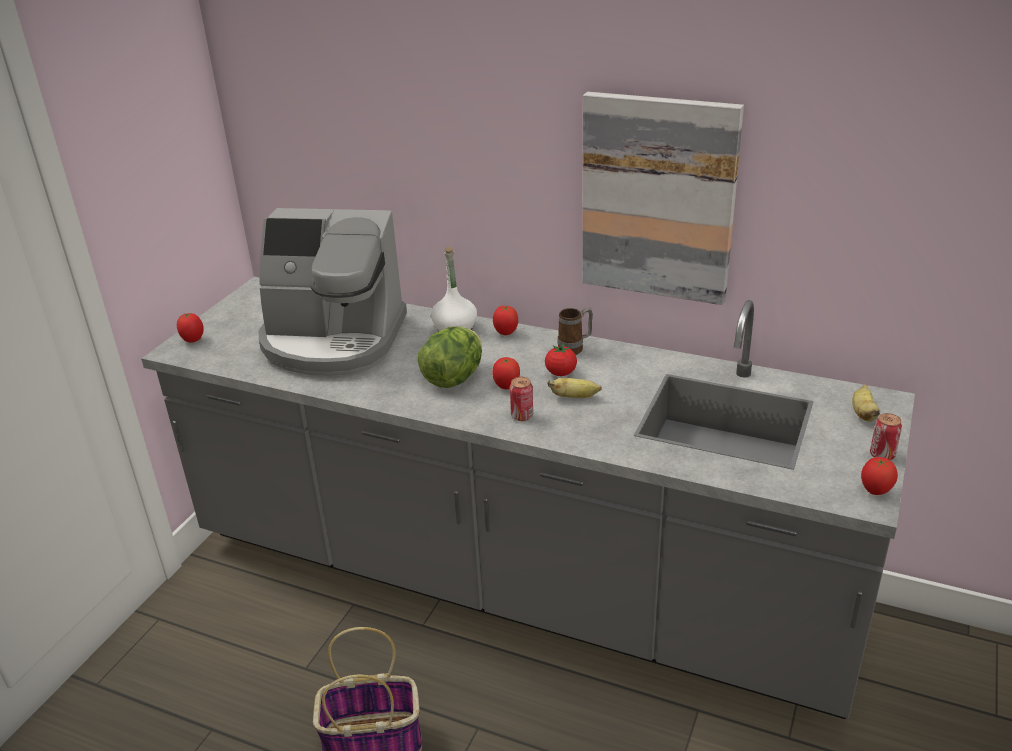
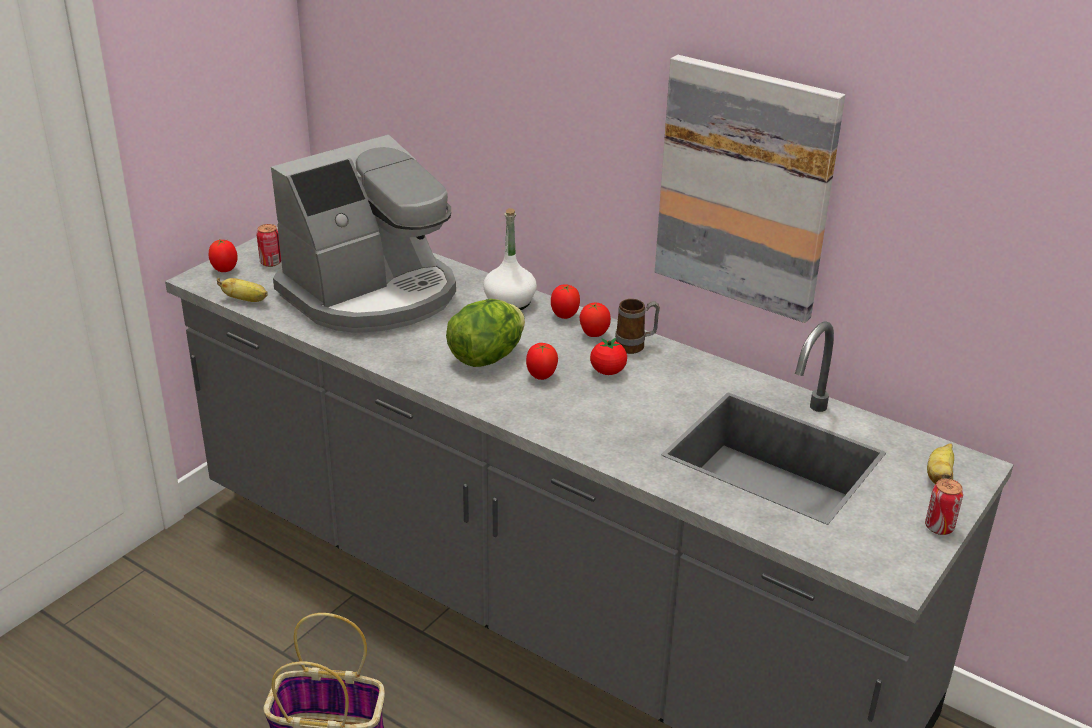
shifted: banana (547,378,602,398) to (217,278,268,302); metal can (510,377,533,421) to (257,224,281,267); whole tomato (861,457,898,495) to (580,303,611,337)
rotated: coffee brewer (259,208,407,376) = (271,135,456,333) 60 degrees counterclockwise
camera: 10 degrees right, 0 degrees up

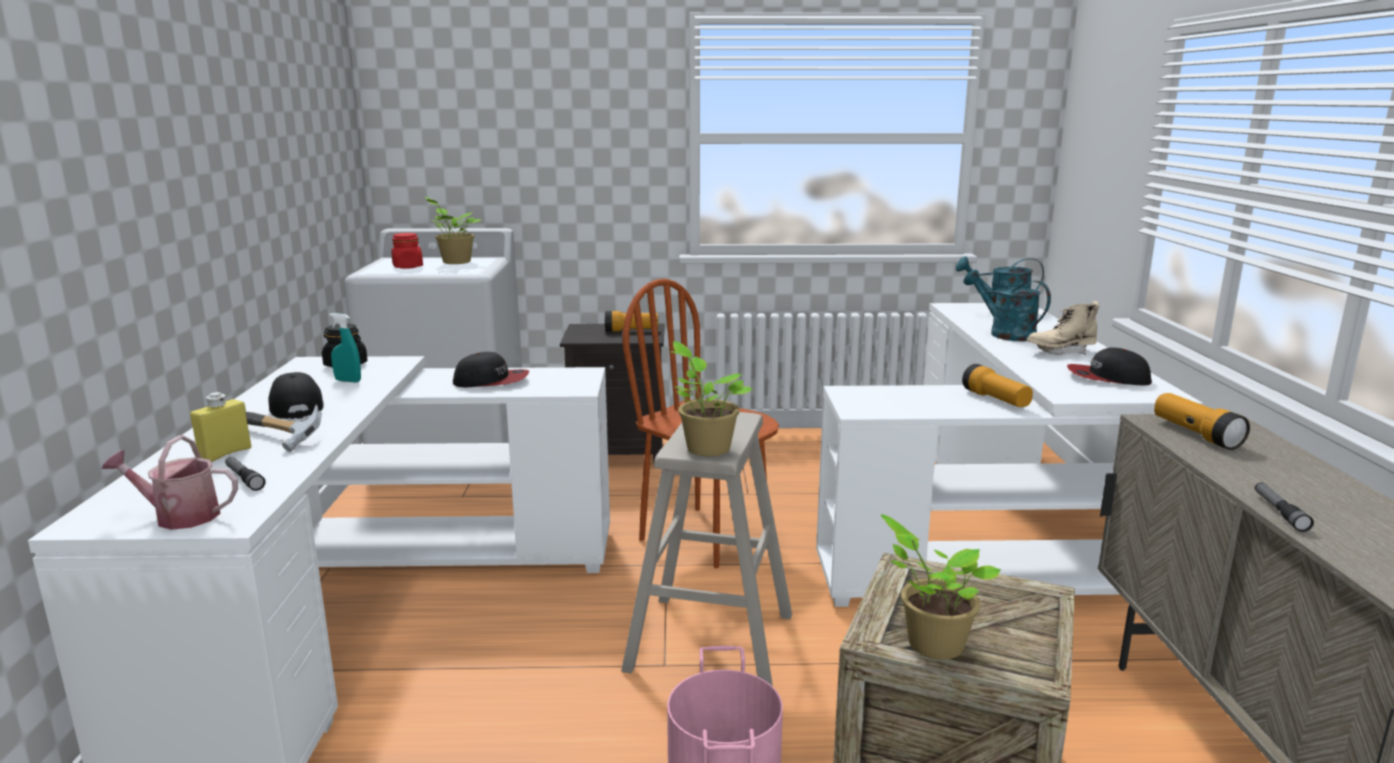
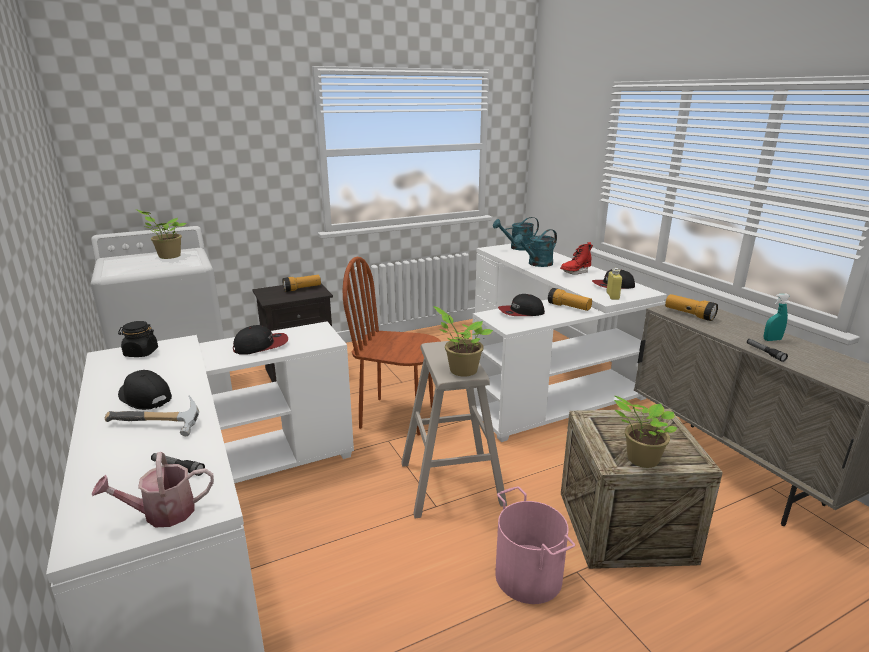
gone: red-coloured storage jar (391,233,423,269)
new: baseball cap (498,294,545,316)
shifted: yellow beverage bottle (190,392,251,462) to (606,268,622,300); turquoise sprayer (329,313,361,382) to (764,294,790,341)
repainted: beige boot (1027,301,1100,355) to red-coloured boot (560,242,593,275)
rotated: turquoise sprinkling can (963,270,1051,341) = (513,229,557,267) 60 degrees counterclockwise
camera: 25 degrees left, 5 degrees up

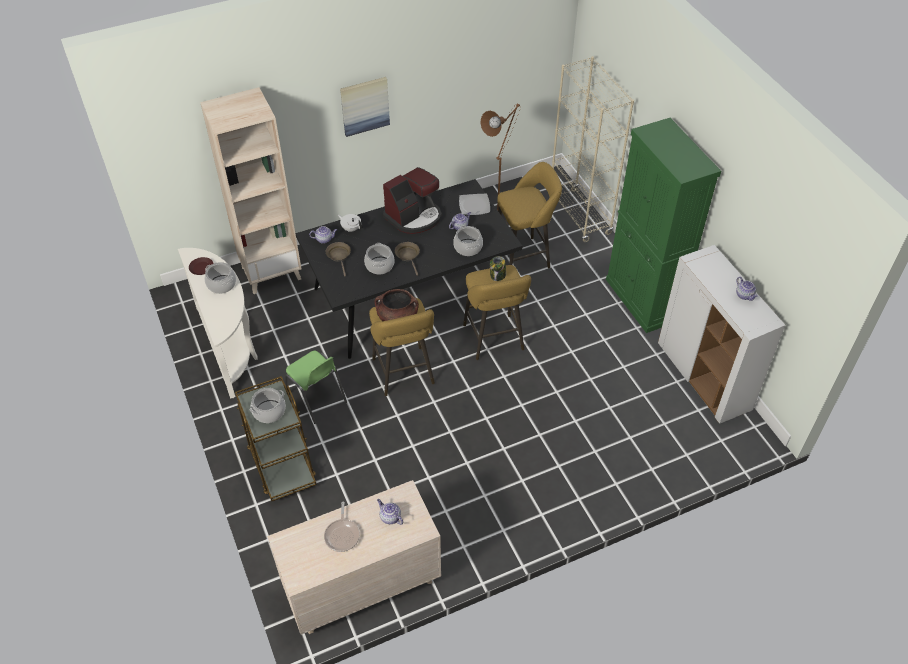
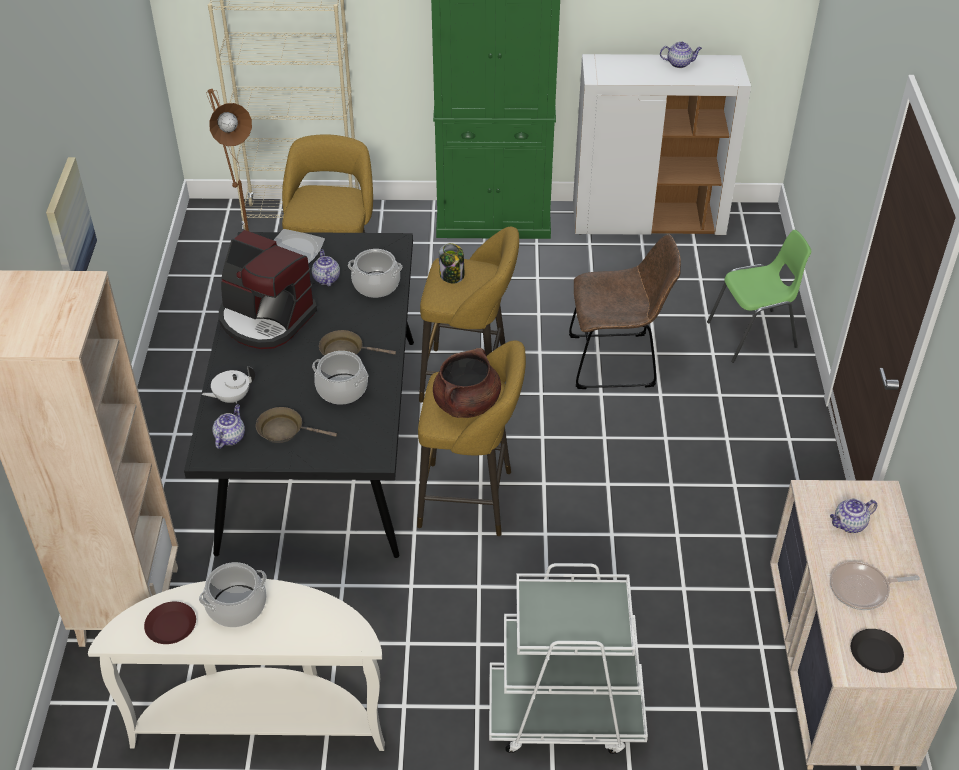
gone: stockpot (250,388,286,423)
new: brown-coloured chair (569,234,681,389); blackish plate (851,629,904,673)
shifted: greenish chair (285,351,347,424) to (707,230,811,363)
repainted: brown-coloured cart (235,376,317,501) to whitish cart (489,563,648,754)
rotated: coffee brewer (383,167,442,234) = (219,230,317,349) 135 degrees clockwise; skillet (324,502,360,552) = (830,561,920,610) 150 degrees clockwise
camera: 65 degrees left, 5 degrees down

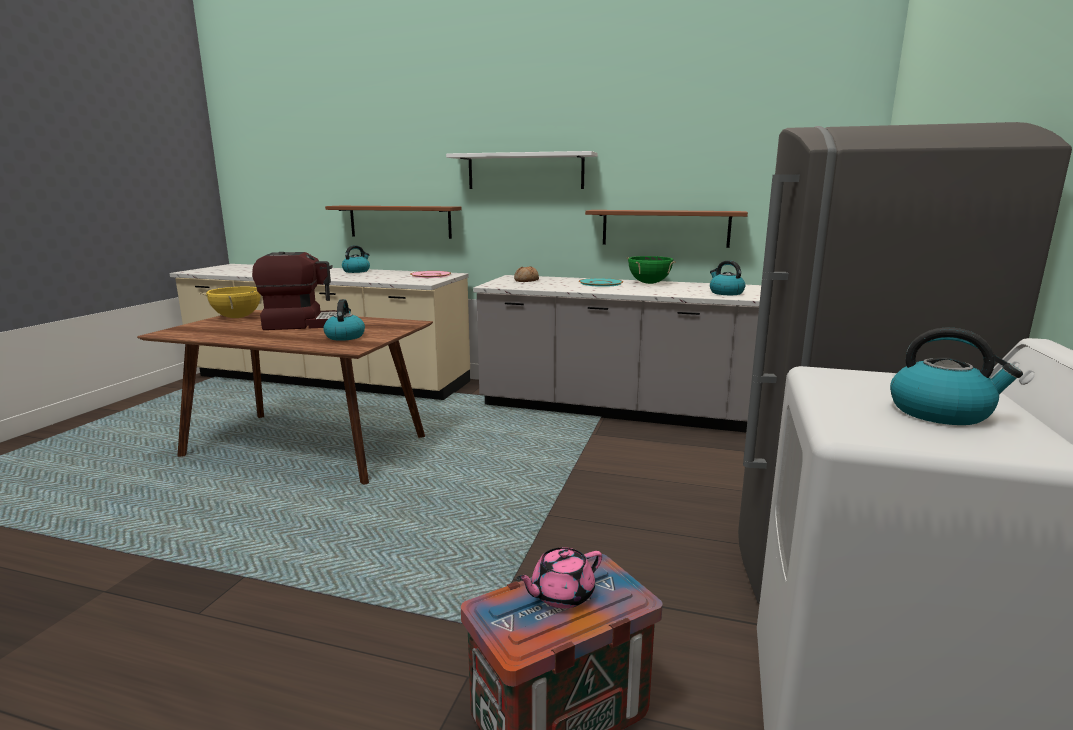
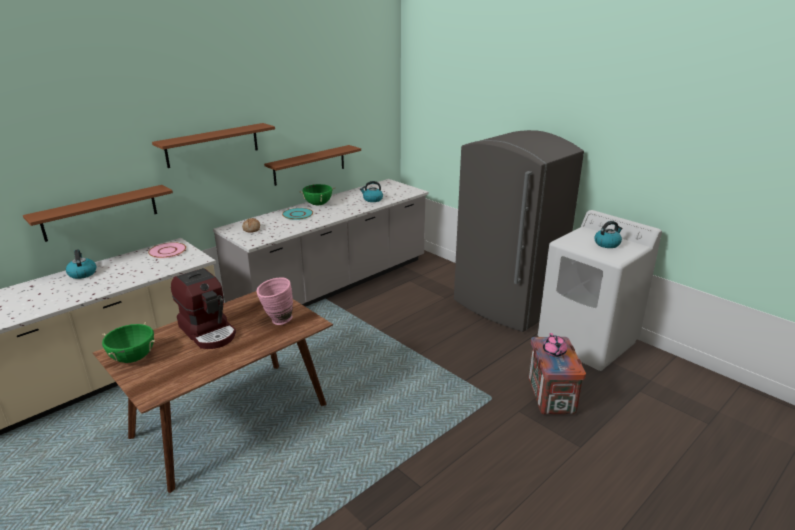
swapped: tea kettle (323,299,365,341) to pinkish flower vase (256,278,293,325)
repainted: yellow stockpot (200,287,262,318) to greenish stockpot (102,322,155,363); whitish wall shelf (446,151,598,189) to brown-coloured wall shelf (152,123,275,168)
rotated: coffee brewer (252,252,337,330) = (171,268,236,349) 120 degrees clockwise
camera: 60 degrees left, 10 degrees up

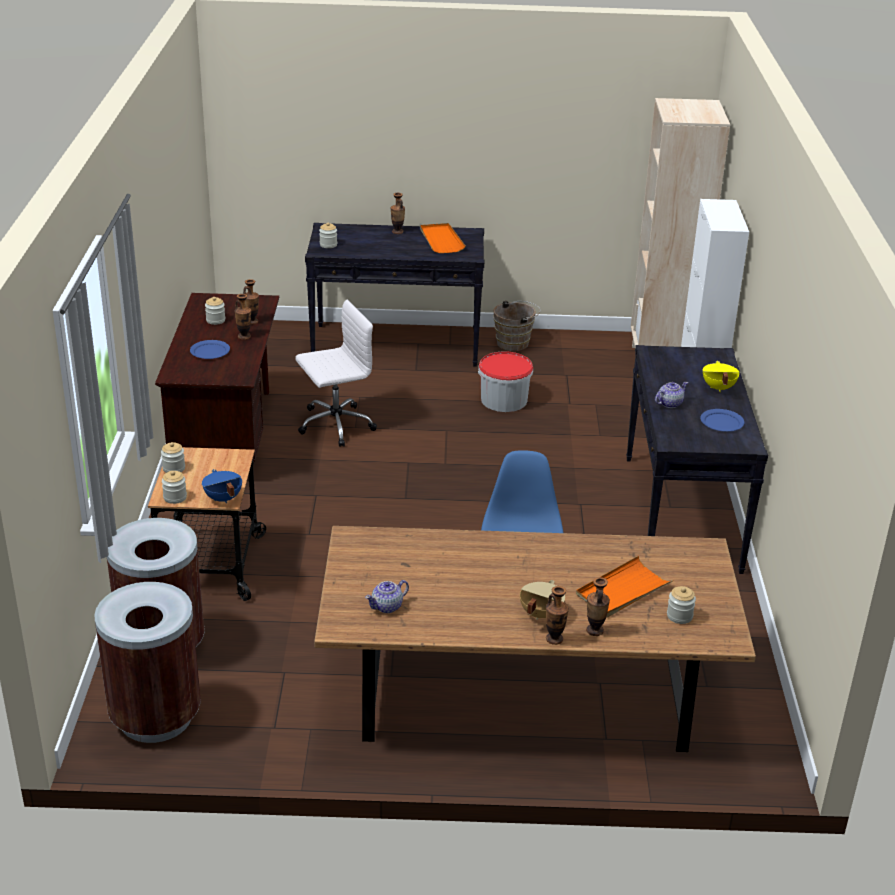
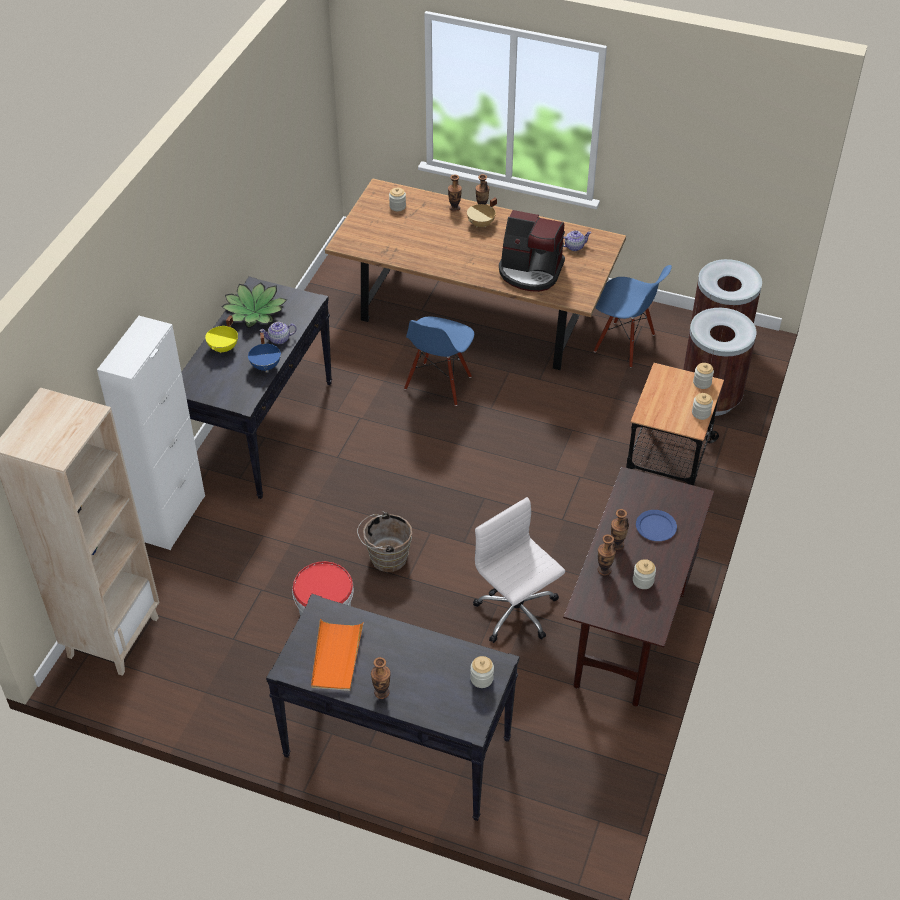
gone: orange tray (576,556,673,617)
new: coffee brewer (499,210,565,292); blue chair (594,265,672,368)
shifted: blue stockpot (202,469,242,503) to (248,333,281,372); brown-coloured bucket (493,301,540,351) to (357,511,412,572)
swapped: blue plate (700,409,744,431) to houseplant (222,282,287,328)
rotated: whitish computer chair (295,300,377,447) = (473,497,565,643) 60 degrees clockwise
camera: 160 degrees left, 15 degrees up

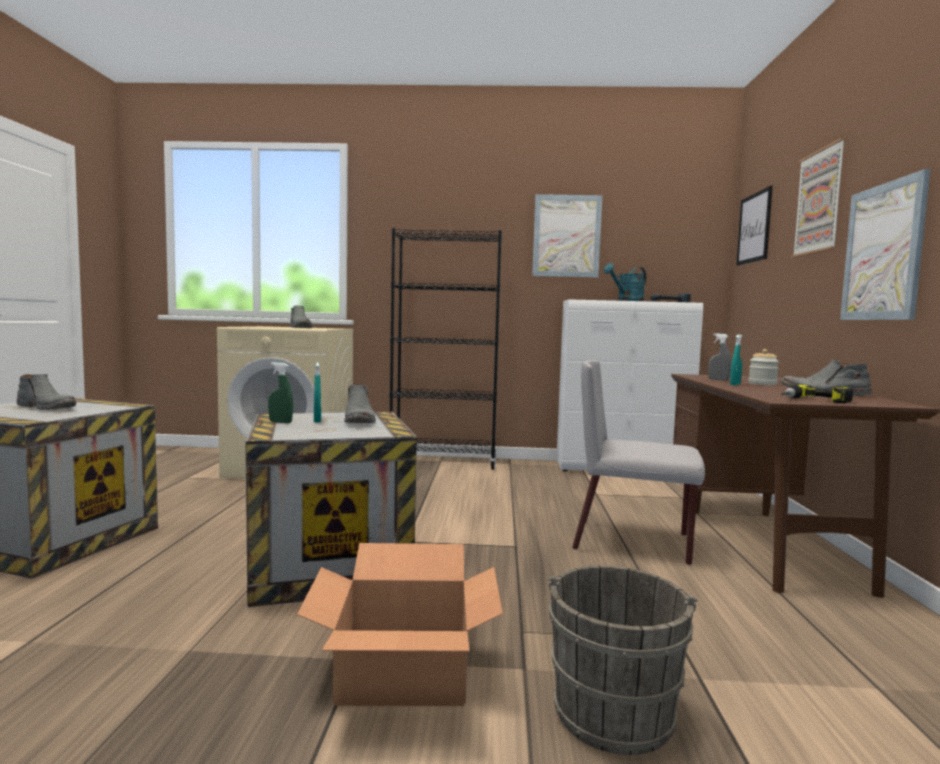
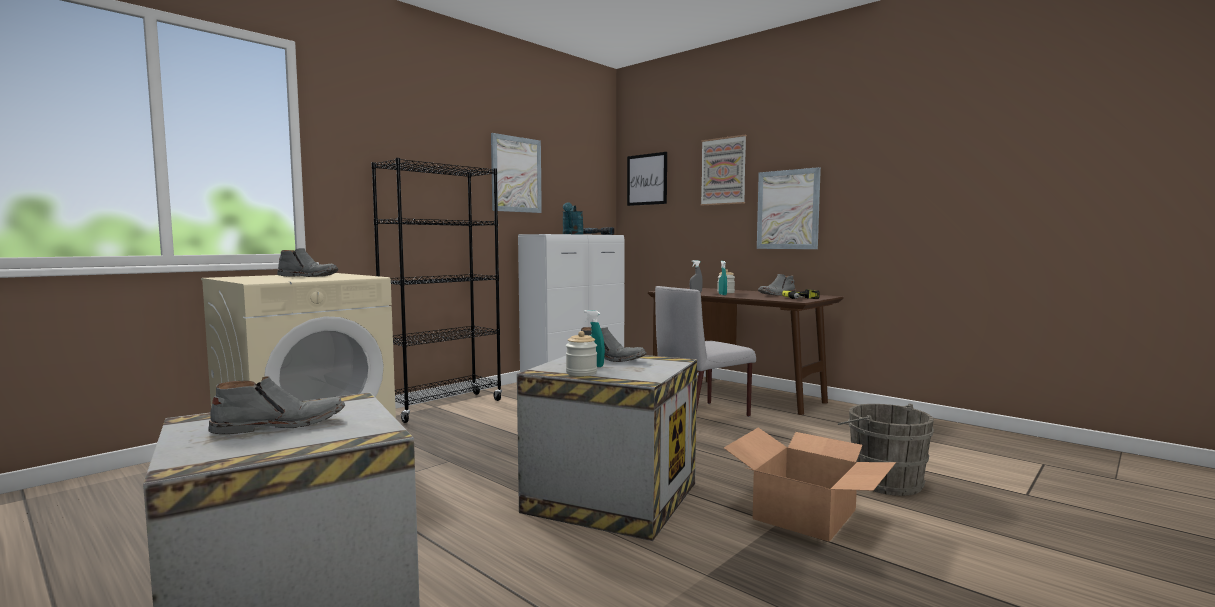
swapped: greenish sprayer (268,362,293,423) to storage jar (566,331,597,376)
camera: 50 degrees left, 0 degrees up

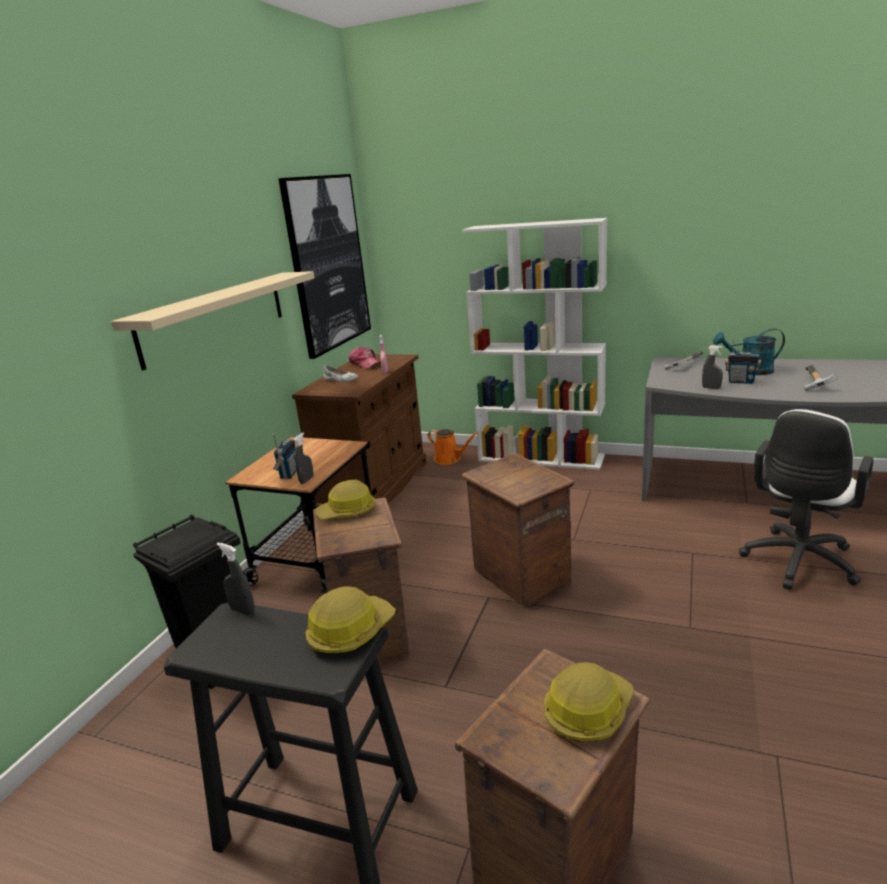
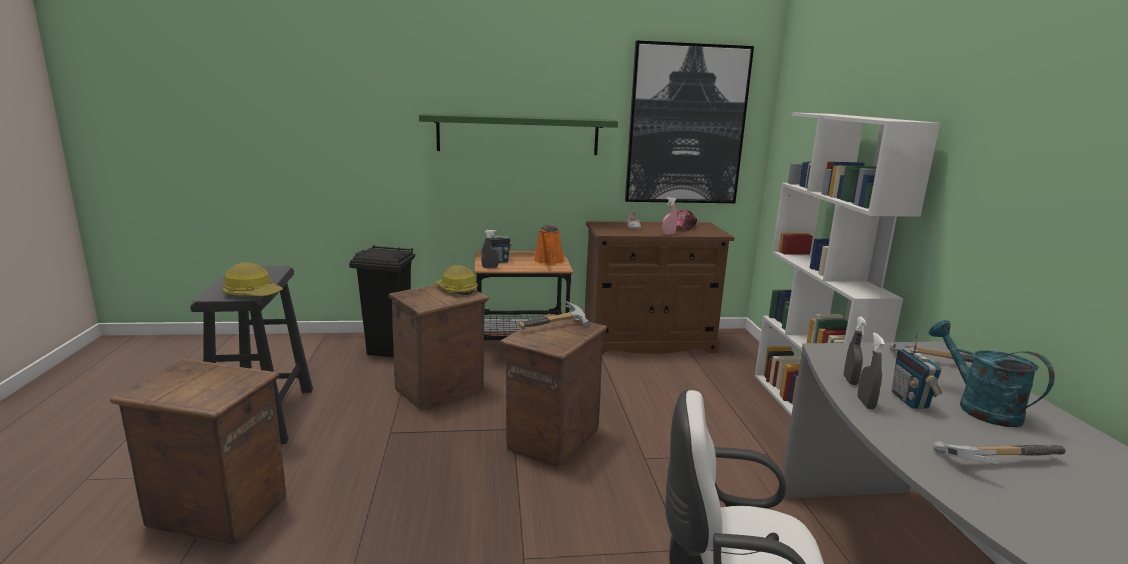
gone: work helmet (544,662,634,741)
new: tool hammer (519,301,590,329)
shifted: orange sprinkling can (427,429,478,465) to (533,225,564,265); greyish sprayer (217,543,255,616) to (858,332,885,409)
repainted: beige wall shelf (111,271,315,370) to greenish wall shelf (419,113,618,155)
camera: 60 degrees right, 5 degrees down

